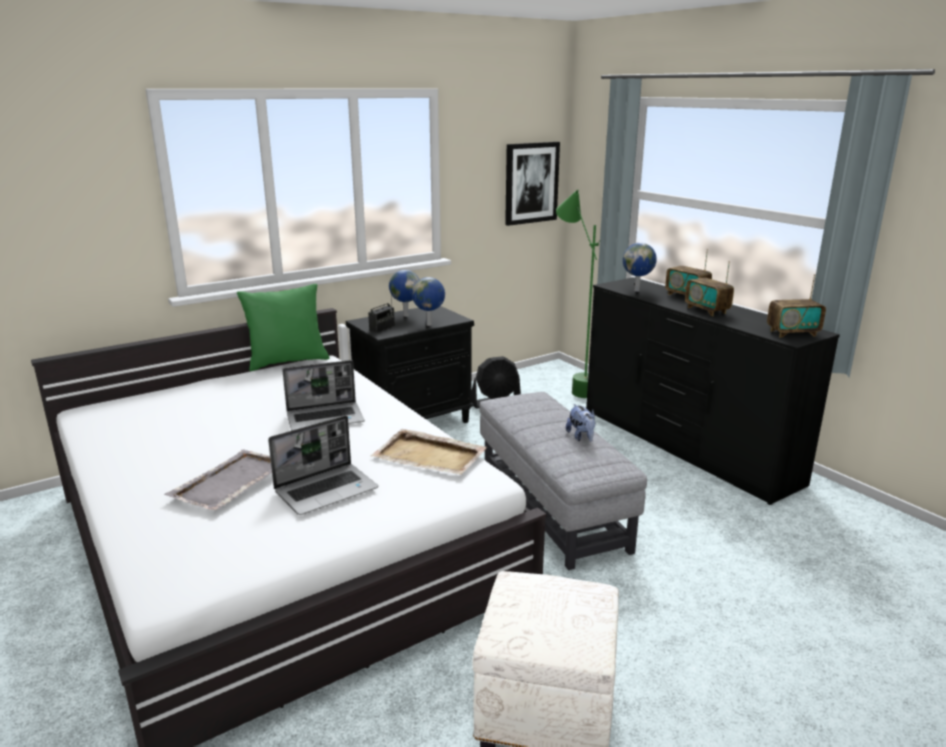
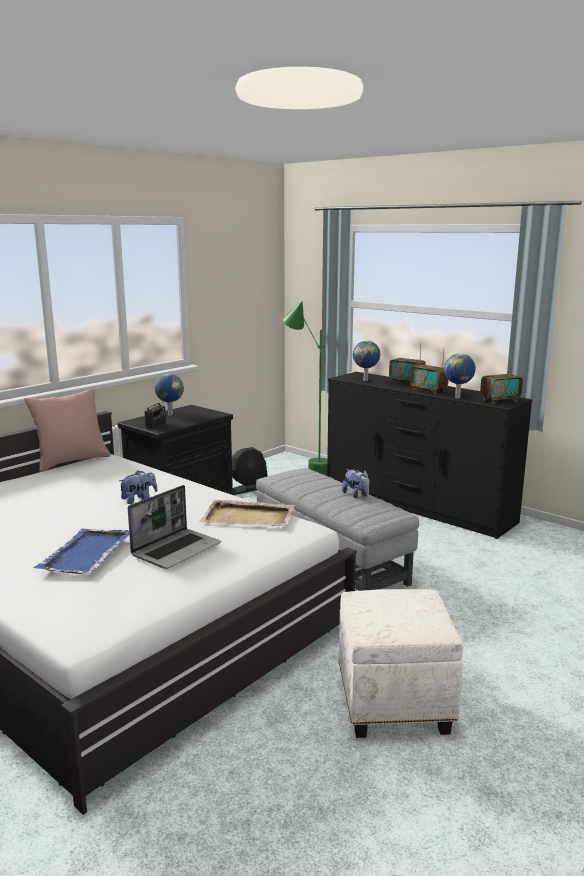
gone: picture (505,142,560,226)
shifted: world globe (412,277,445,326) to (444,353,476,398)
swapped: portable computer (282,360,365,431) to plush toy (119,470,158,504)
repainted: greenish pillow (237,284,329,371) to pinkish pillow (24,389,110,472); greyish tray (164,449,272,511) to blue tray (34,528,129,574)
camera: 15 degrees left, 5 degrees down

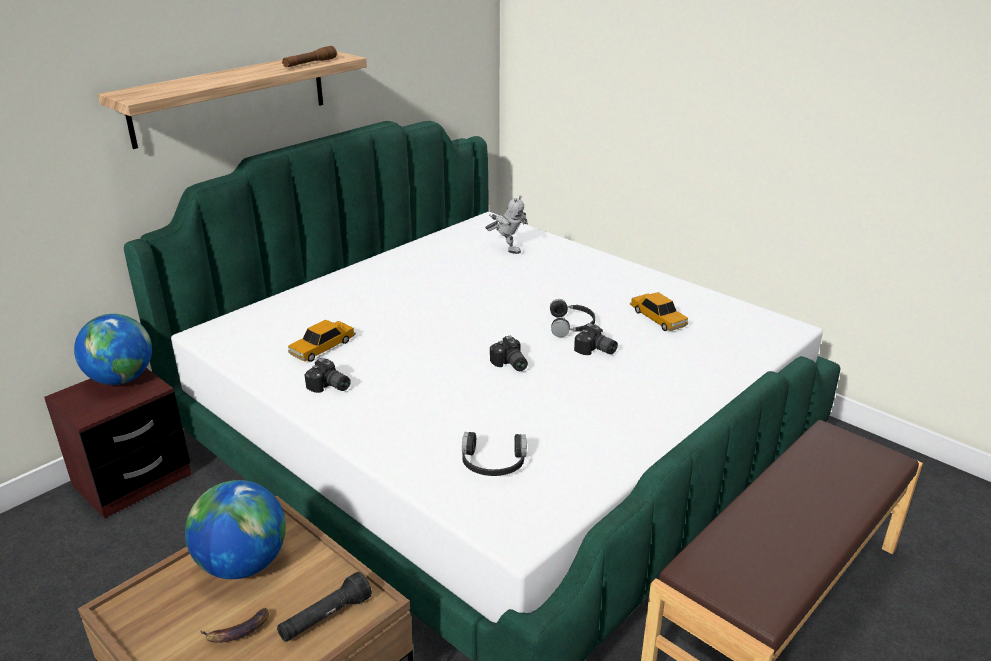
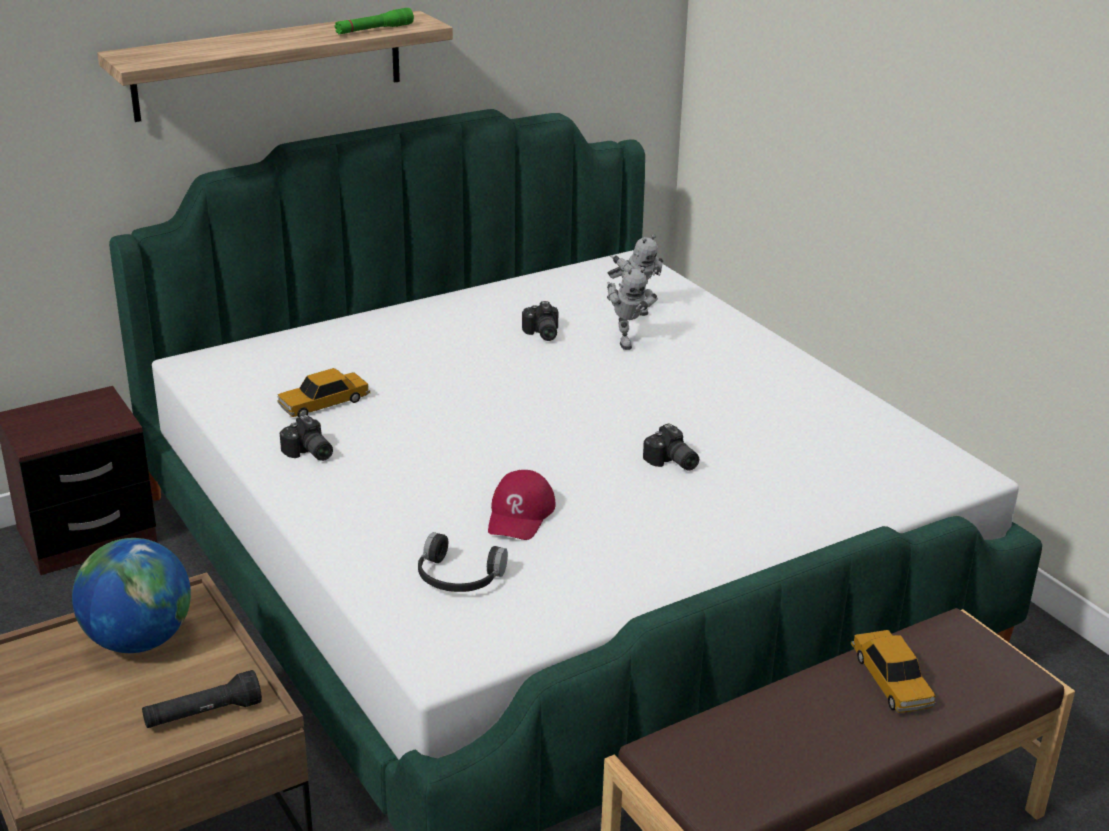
gone: world globe (74,314,152,385); banana (200,608,269,643); blackish headphones (550,299,595,337)
new: red-coloured baseball cap (488,470,556,540); robot figure (607,267,658,350)
shifted: still camera (490,336,528,371) to (522,301,558,341); toy car (630,292,688,331) to (851,630,936,713)
repainted: brown-coloured hand torch (282,46,337,68) to greenish hand torch (335,8,414,34)
camera: 15 degrees right, 0 degrees up

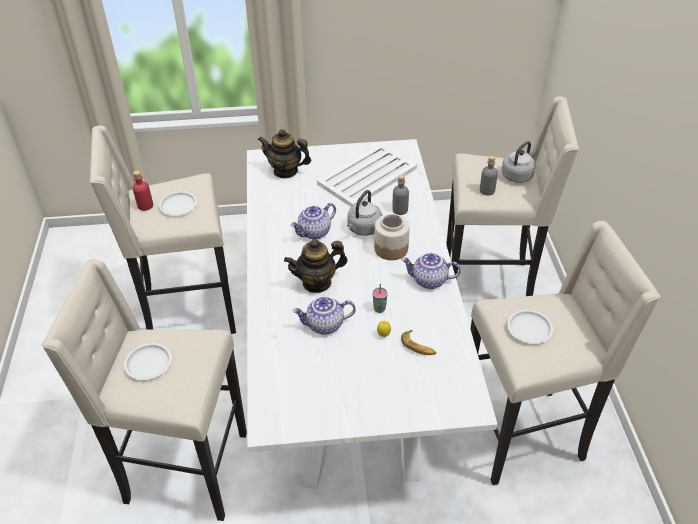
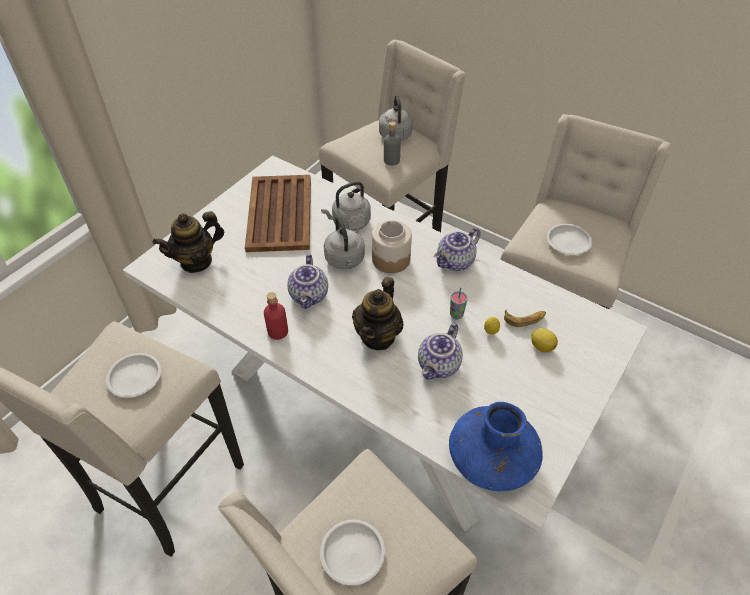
new: blue flower vase (449,402,543,491); whole lemon (531,328,558,352)
shifted: red-coloured beverage bottle (133,170,153,211) to (264,292,288,340)
swapped: greyish beverage bottle (392,174,409,215) to greyish tea kettle (321,181,371,231)
repainted: whitish tray (317,144,417,207) to brown-coloured tray (245,175,311,252)
camera: 50 degrees left, 5 degrees up

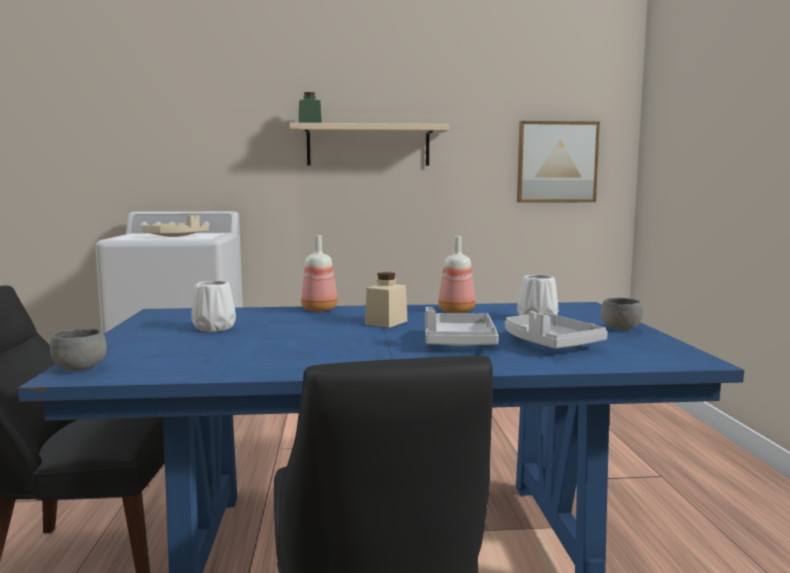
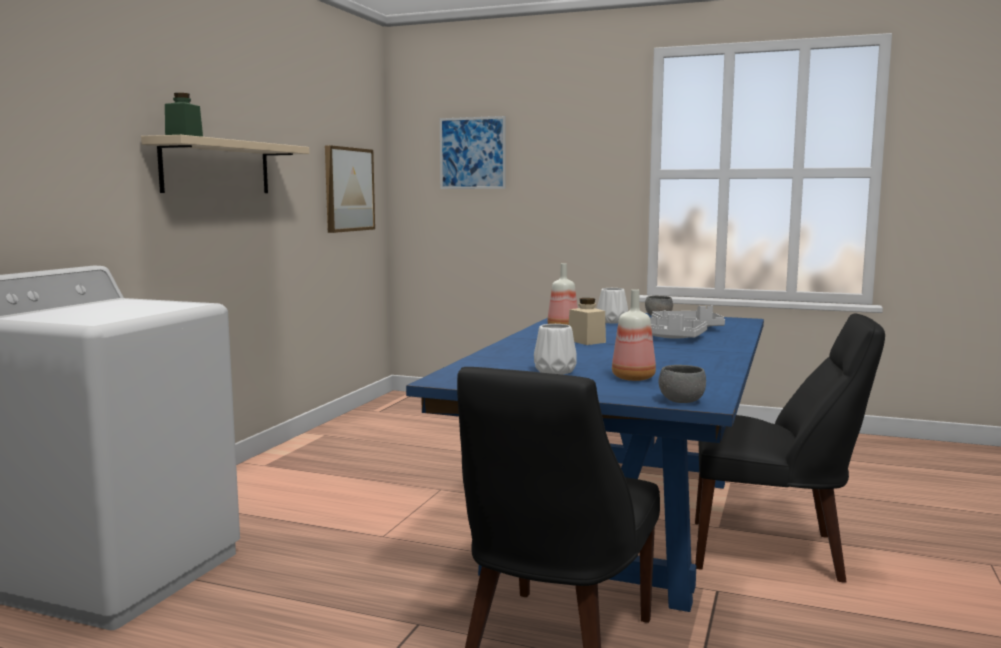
gone: beige tray (142,215,209,237)
new: picture (440,116,506,189)
shifted: beverage bottle (301,235,338,312) to (612,289,656,381)
camera: 65 degrees left, 0 degrees up

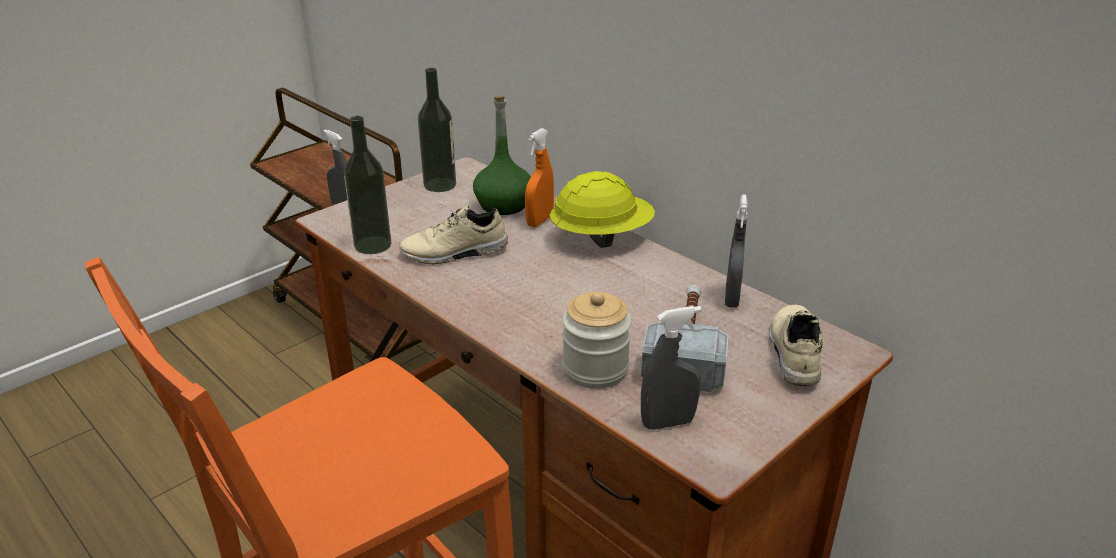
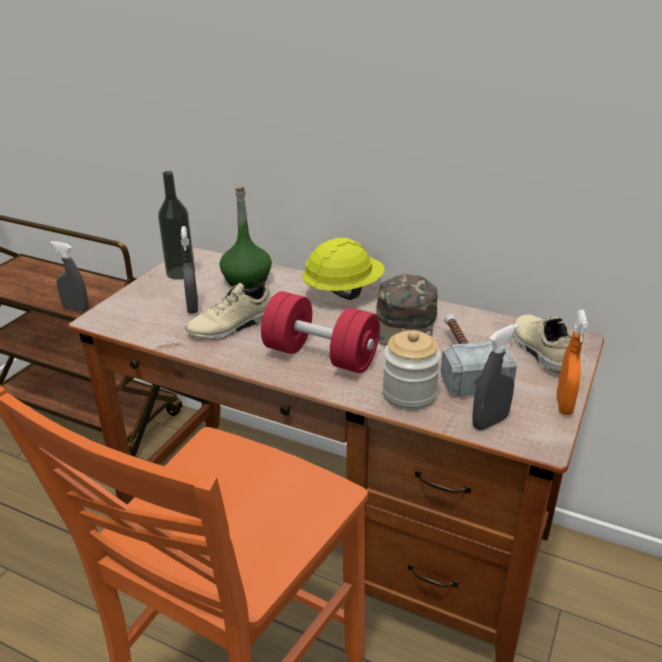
gone: beverage bottle (344,116,391,254)
new: red-coloured hand weight (261,291,380,373); greenish baseball cap (376,274,437,345)
shifted: greyish sprayer (725,195,748,308) to (181,226,198,314); orange sprayer (525,128,554,227) to (557,310,588,415)
camera: 20 degrees left, 0 degrees up

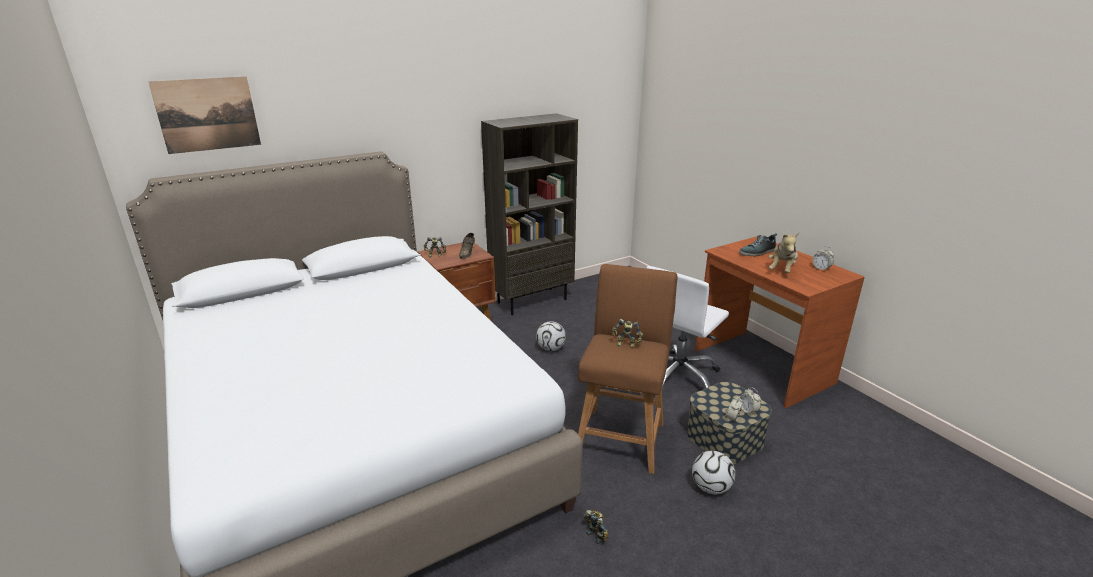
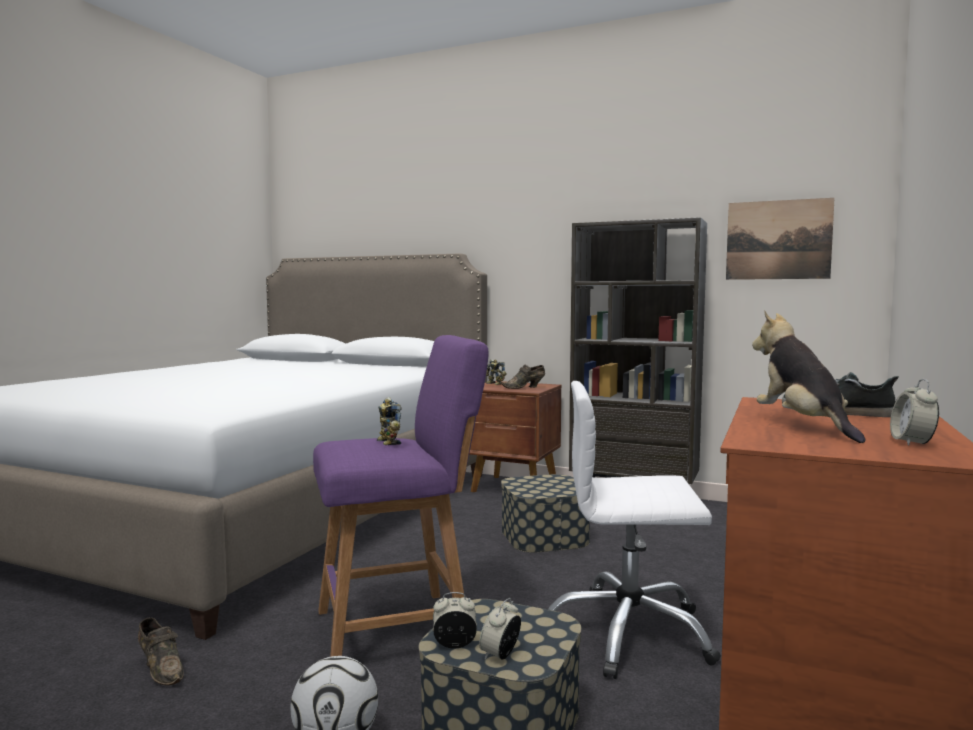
shifted: picture (148,76,261,154) to (726,198,834,280)
swapped: robot figure (584,510,608,544) to brown-coloured low shoe (138,618,184,686); football (536,321,566,351) to storage box (501,474,590,553)
repainted: brown-coloured stool (578,264,678,474) to purple-coloured stool (313,335,489,657)
rotated: plush toy (769,233,799,273) = (752,311,865,443) 90 degrees clockwise
camera: 55 degrees right, 20 degrees down

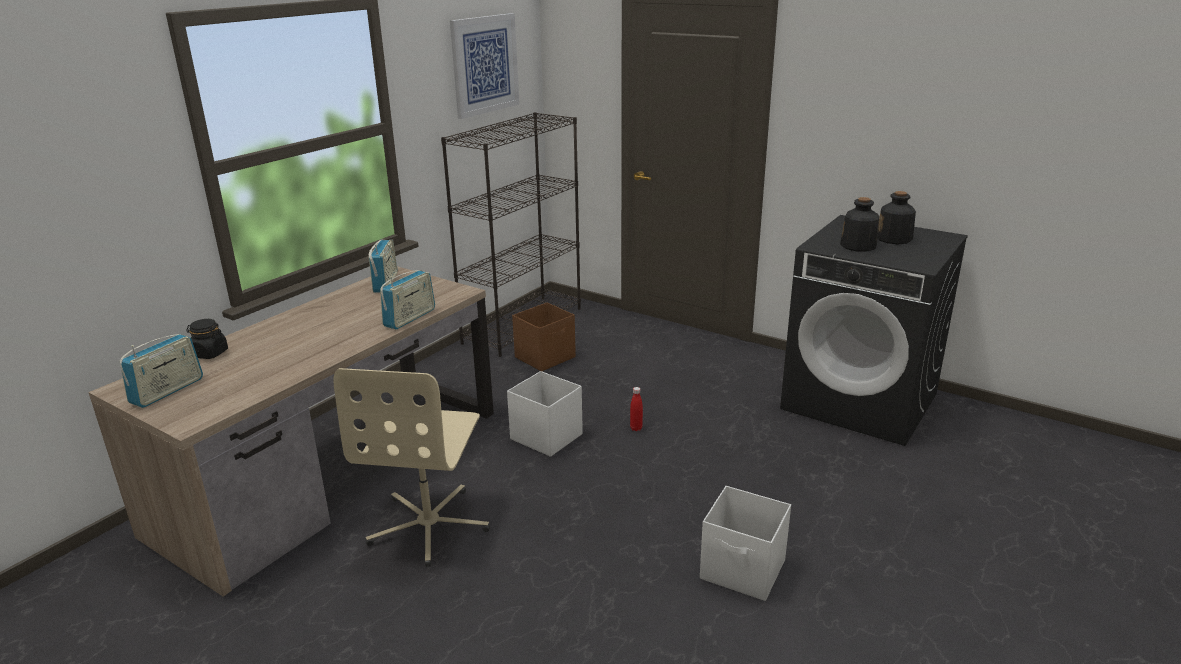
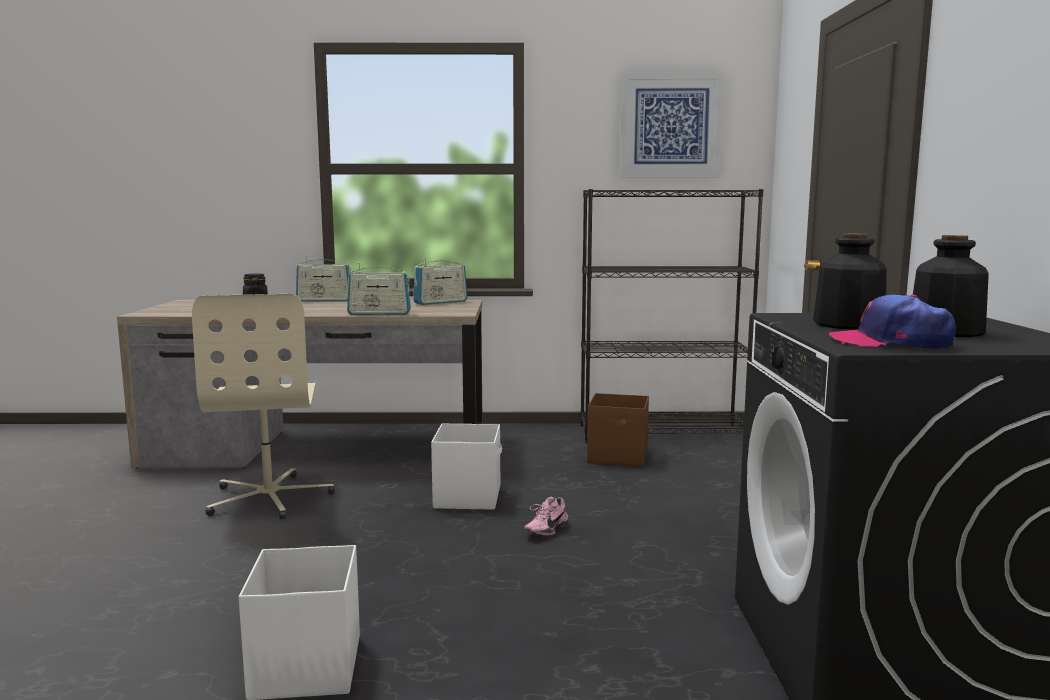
new: baseball cap (829,295,956,350)
shifted: radio receiver (120,334,203,408) to (296,255,351,302)
swapped: red-coloured beverage bottle (630,387,643,431) to pinkish low shoe (525,497,568,536)
rotated: beige computer chair (333,368,490,567) = (192,294,335,519) 75 degrees counterclockwise
camera: 55 degrees right, 15 degrees down

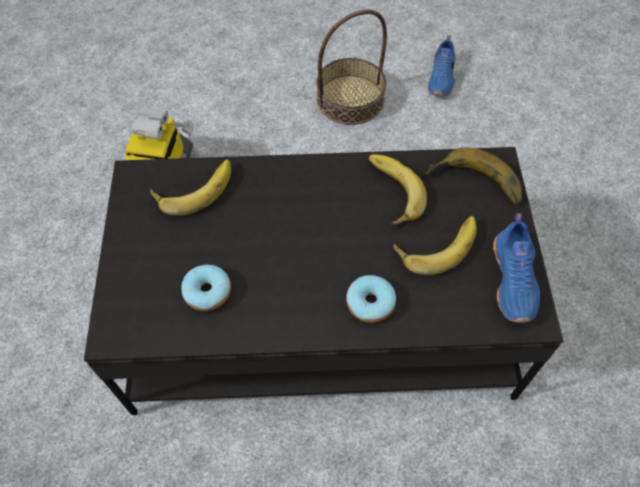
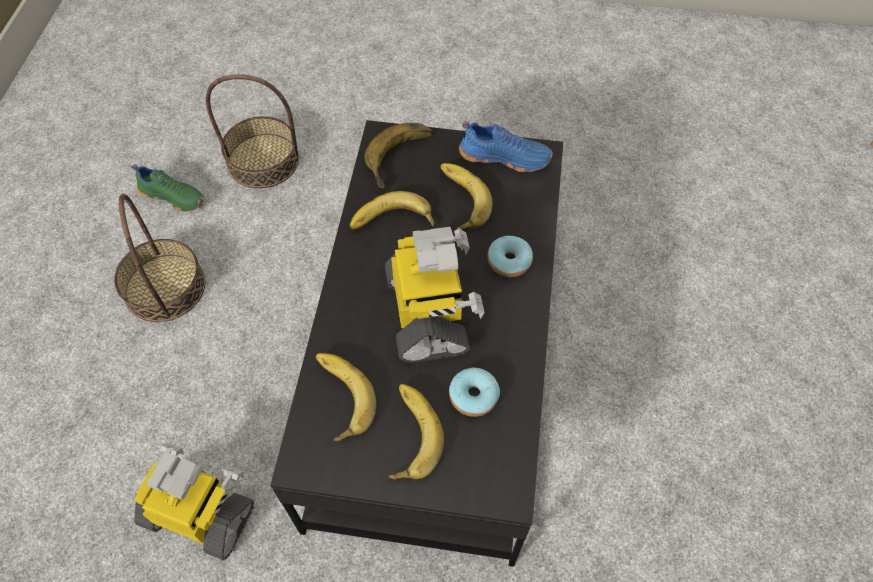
new: storage basket (206,74,299,188); robot figure (385,227,485,363); banana (387,384,444,479)
repainted: blue low shoe (427,35,455,96) to greenish low shoe (132,164,204,212)
camera: 80 degrees left, 0 degrees up

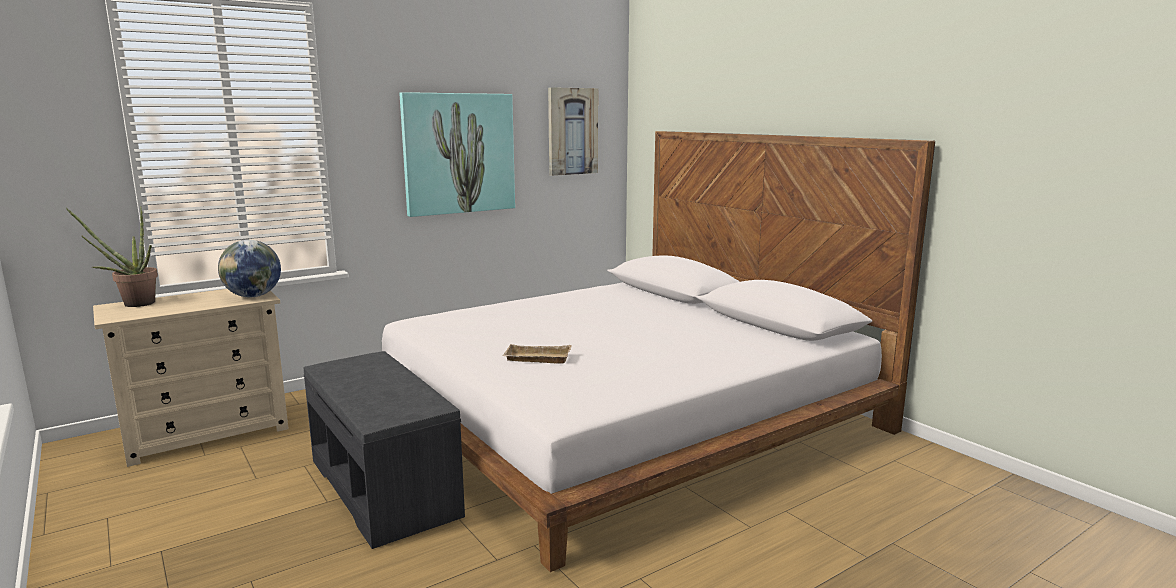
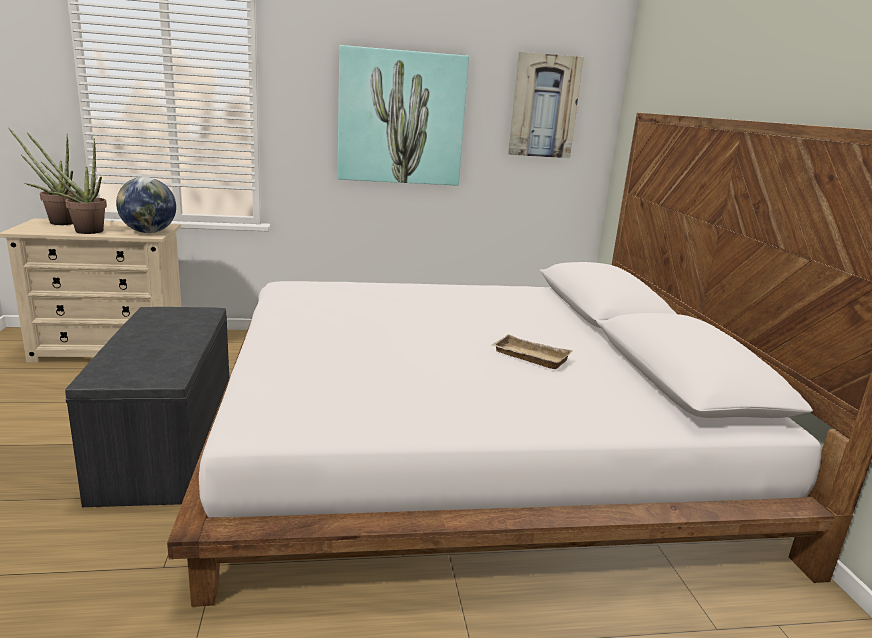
new: houseplant (27,133,107,234)
shifted: beige tray (503,344,571,364) to (491,334,573,369)
camera: 25 degrees right, 5 degrees up

